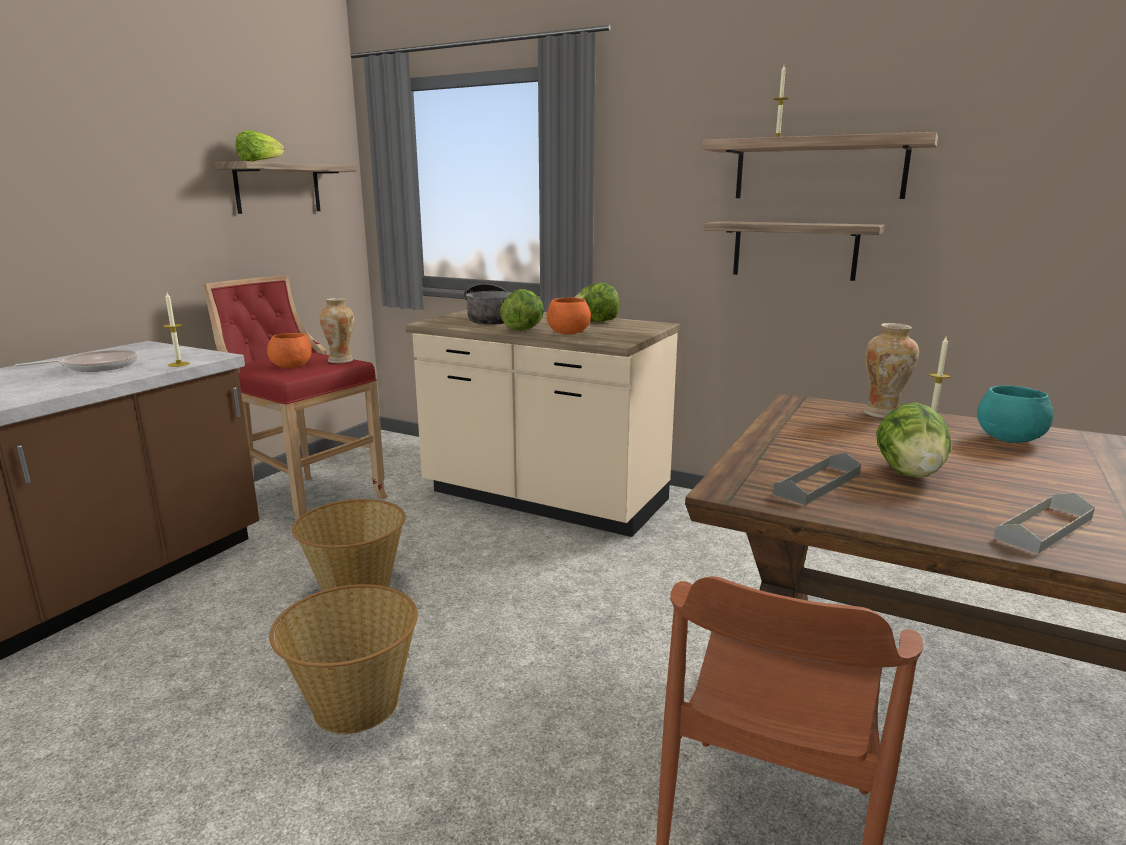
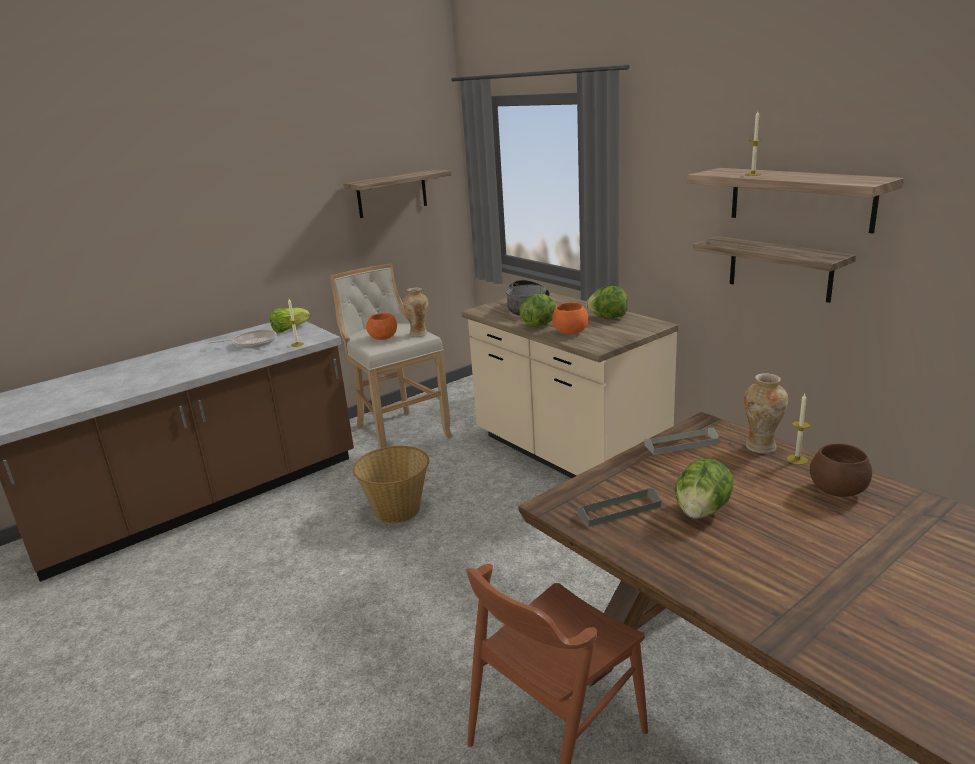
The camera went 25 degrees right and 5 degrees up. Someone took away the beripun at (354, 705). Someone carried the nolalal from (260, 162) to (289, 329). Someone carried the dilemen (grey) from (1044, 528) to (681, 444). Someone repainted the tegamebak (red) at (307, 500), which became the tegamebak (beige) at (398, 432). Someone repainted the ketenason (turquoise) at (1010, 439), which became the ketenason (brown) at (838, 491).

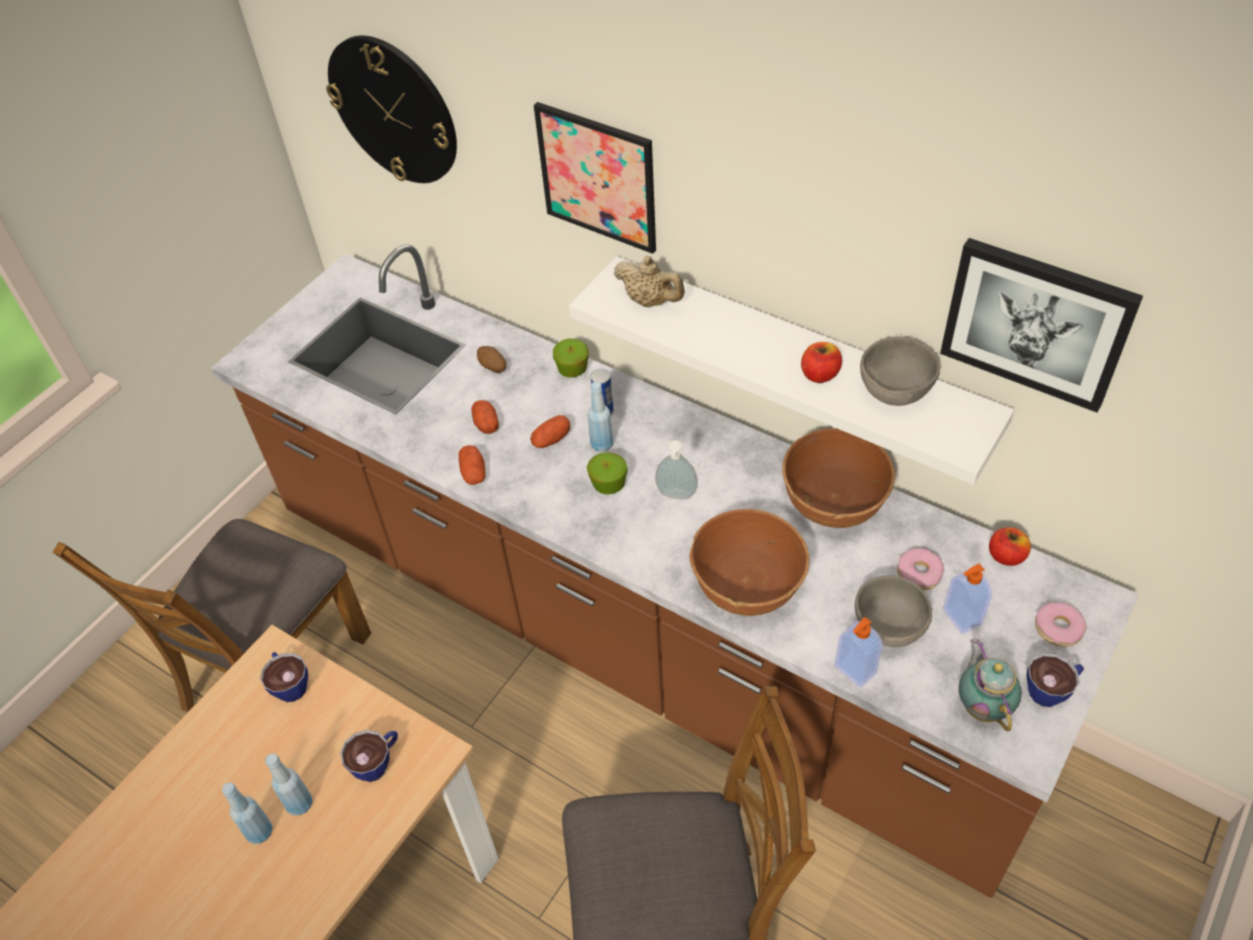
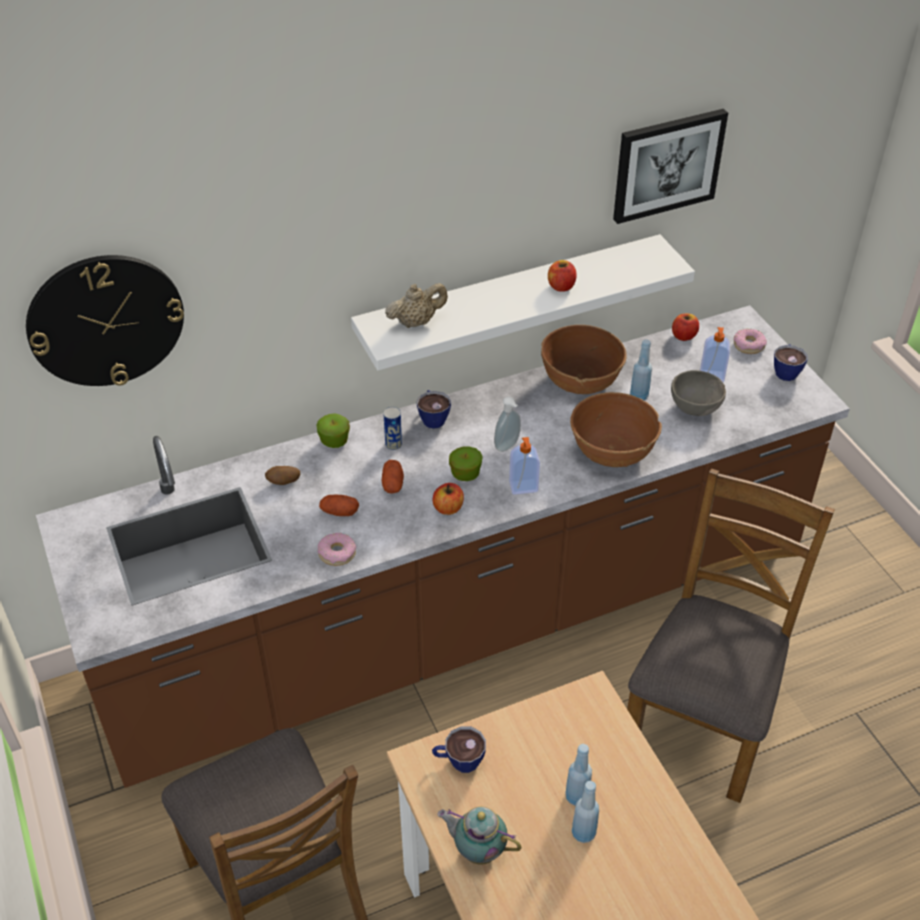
The camera went 60 degrees left and 5 degrees down. Someone took away the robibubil at (473, 472). Someone took away the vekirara at (598, 177). Someone took away the ketenason (grey) at (894, 391). Someone put down the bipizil at (448, 508). Someone carried the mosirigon from (378, 762) to (432, 417). Someone carried the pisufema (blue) from (602, 444) to (639, 396). Someone carried the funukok from (854, 671) to (523, 487). Someone carried the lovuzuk from (919, 573) to (337, 553). Someone carried the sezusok from (982, 705) to (478, 850).

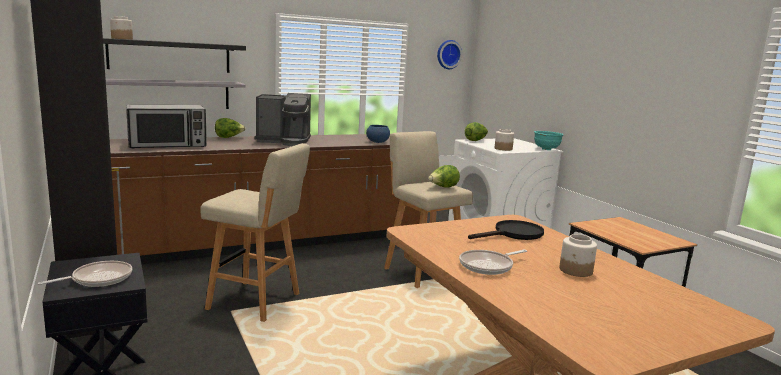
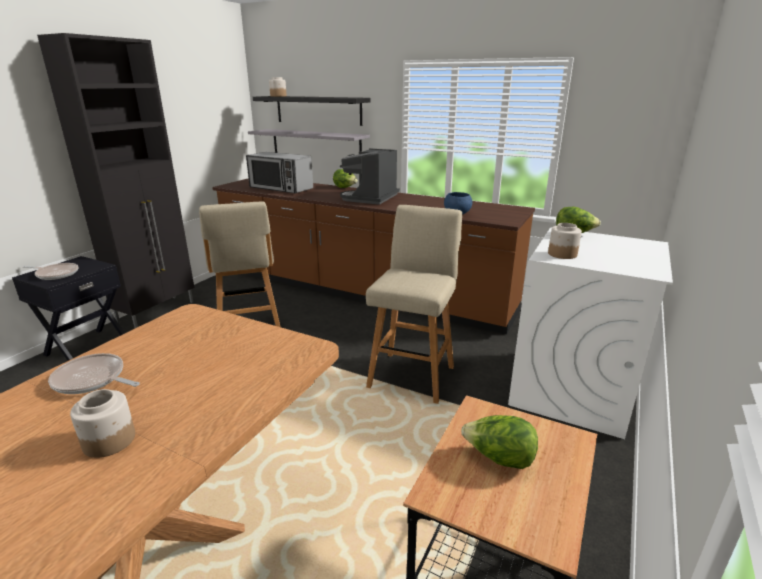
The camera went 55 degrees right and 10 degrees up. Someone took away the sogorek at (448, 54). Someone took away the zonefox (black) at (513, 234). Someone took away the ketenason (turquoise) at (547, 149). Someone carried the nolalal from (443, 187) to (499, 459). Someone rotated the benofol at (284, 141) by 60 degrees clockwise.

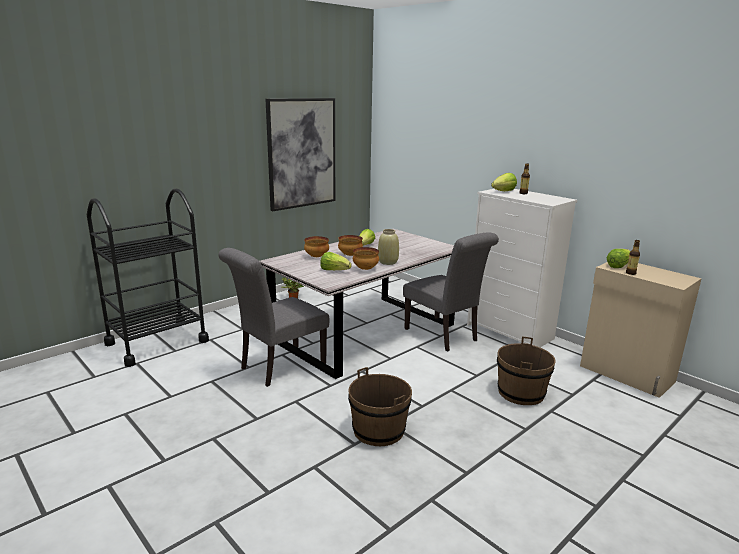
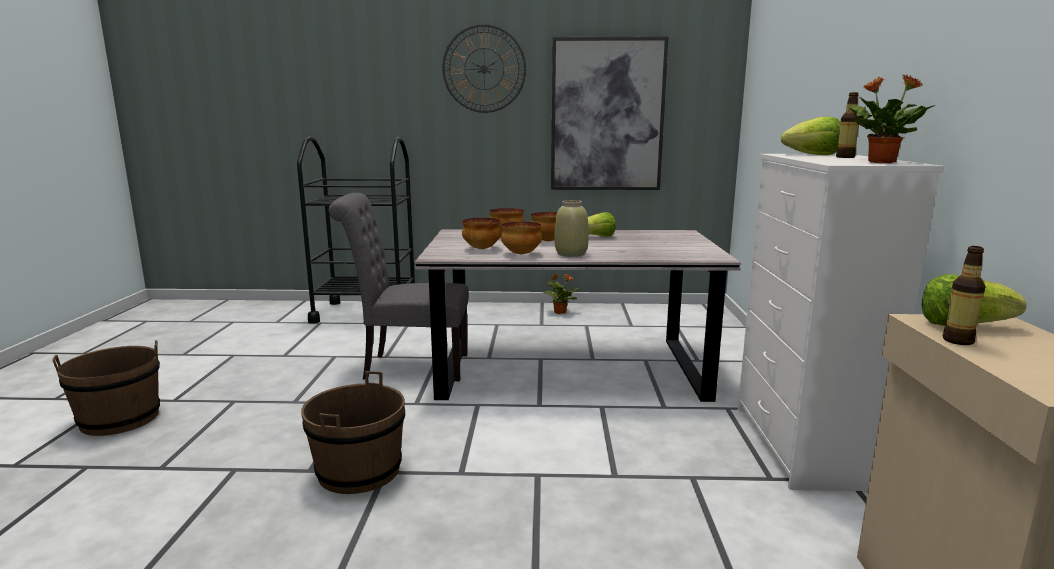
The camera went 45 degrees right and 5 degrees down. Someone took away the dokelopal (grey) at (444, 336). Someone put up the sogorek at (484, 69). Someone put down the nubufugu at (880, 162). Someone carried the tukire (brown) from (521, 393) to (120, 419). Someone swapped the nolalal at (334, 270) for the ketenason at (482, 248).

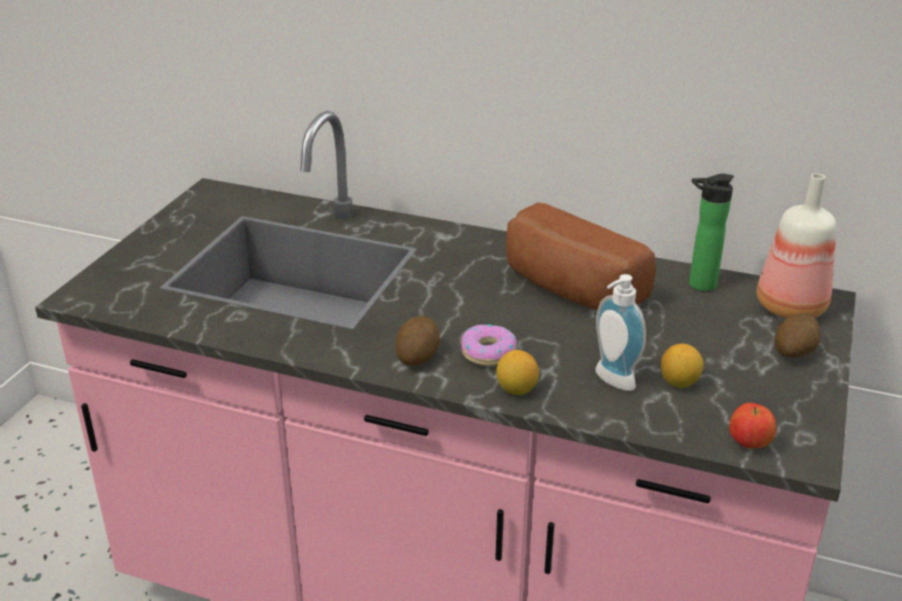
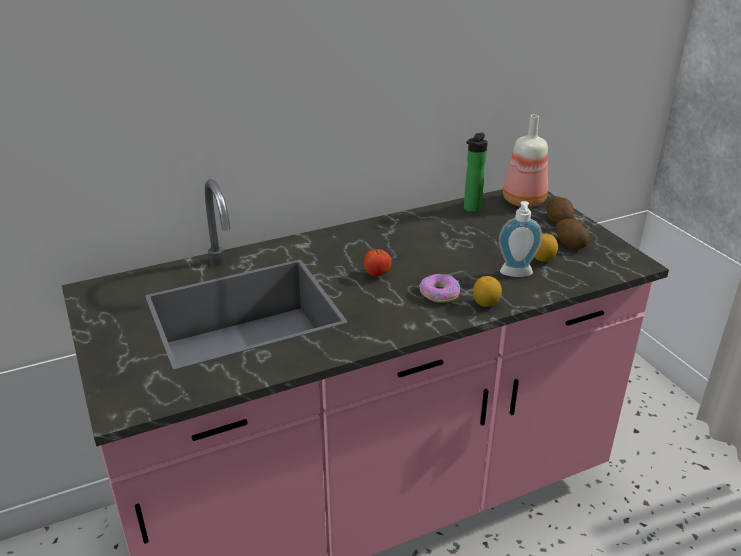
The camera went 45 degrees left and 0 degrees up. Someone took away the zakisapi at (568, 289). Someone carried the robibubil from (417, 355) to (569, 243). Someone carried the bipizil from (749, 444) to (377, 274).

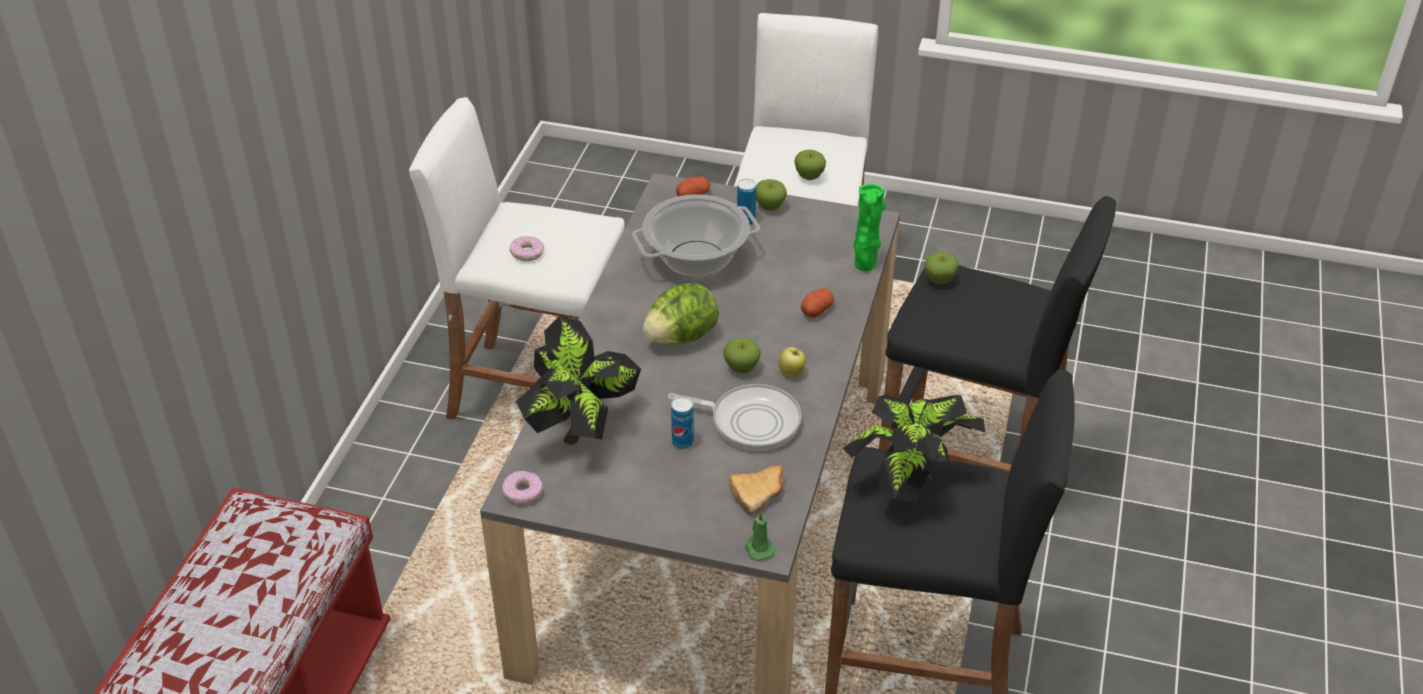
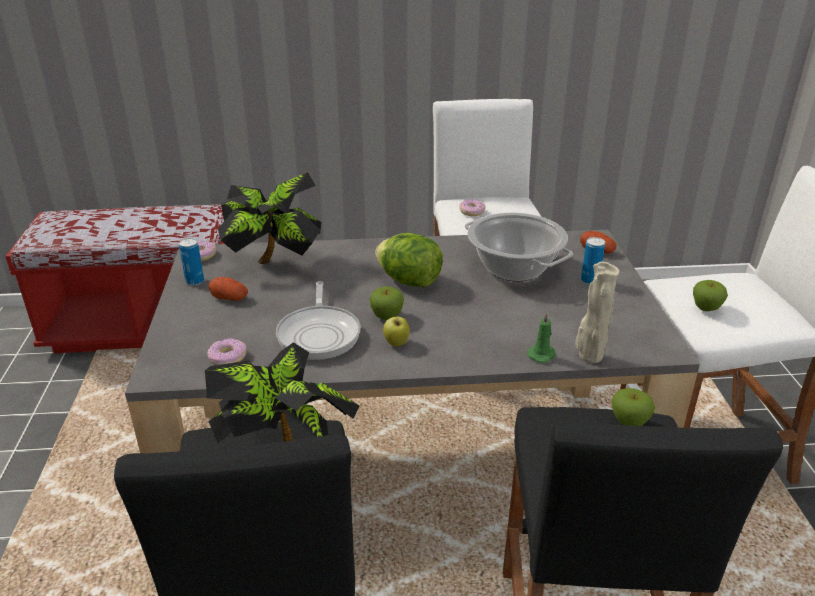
The camera went 70 degrees right and 10 degrees down. Someone took away the bipizil at (769, 207). Someone carried the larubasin from (682, 442) to (194, 281). Someone carried the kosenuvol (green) from (759, 548) to (542, 354). Someone carried the robibubil from (816, 310) to (229, 298). Someone swapped the zakisapi at (760, 493) for the lovuzuk at (227, 357). Someone repainted the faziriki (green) at (864, 265), which became the faziriki (beige) at (589, 356).

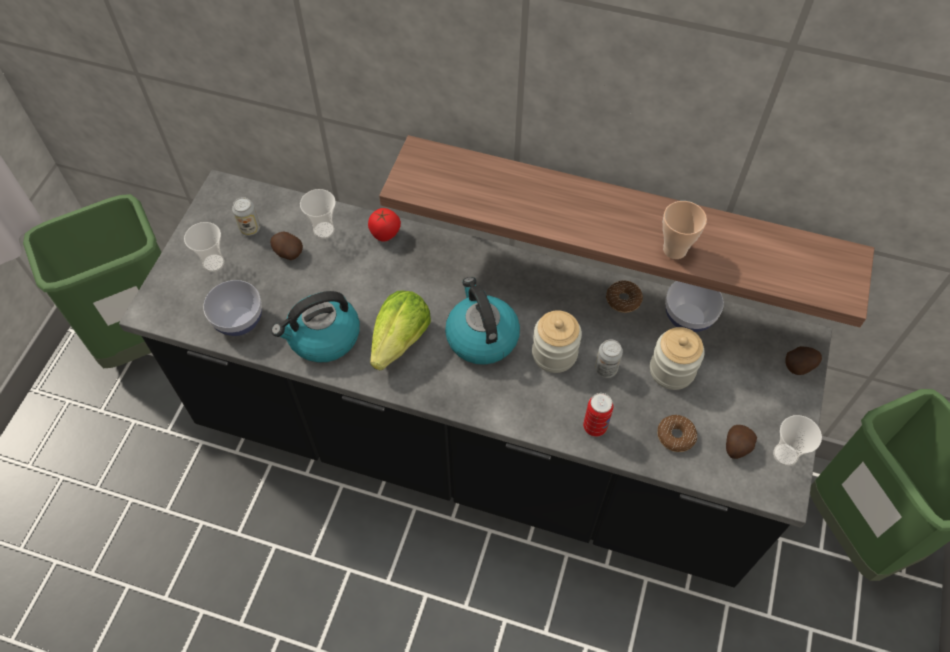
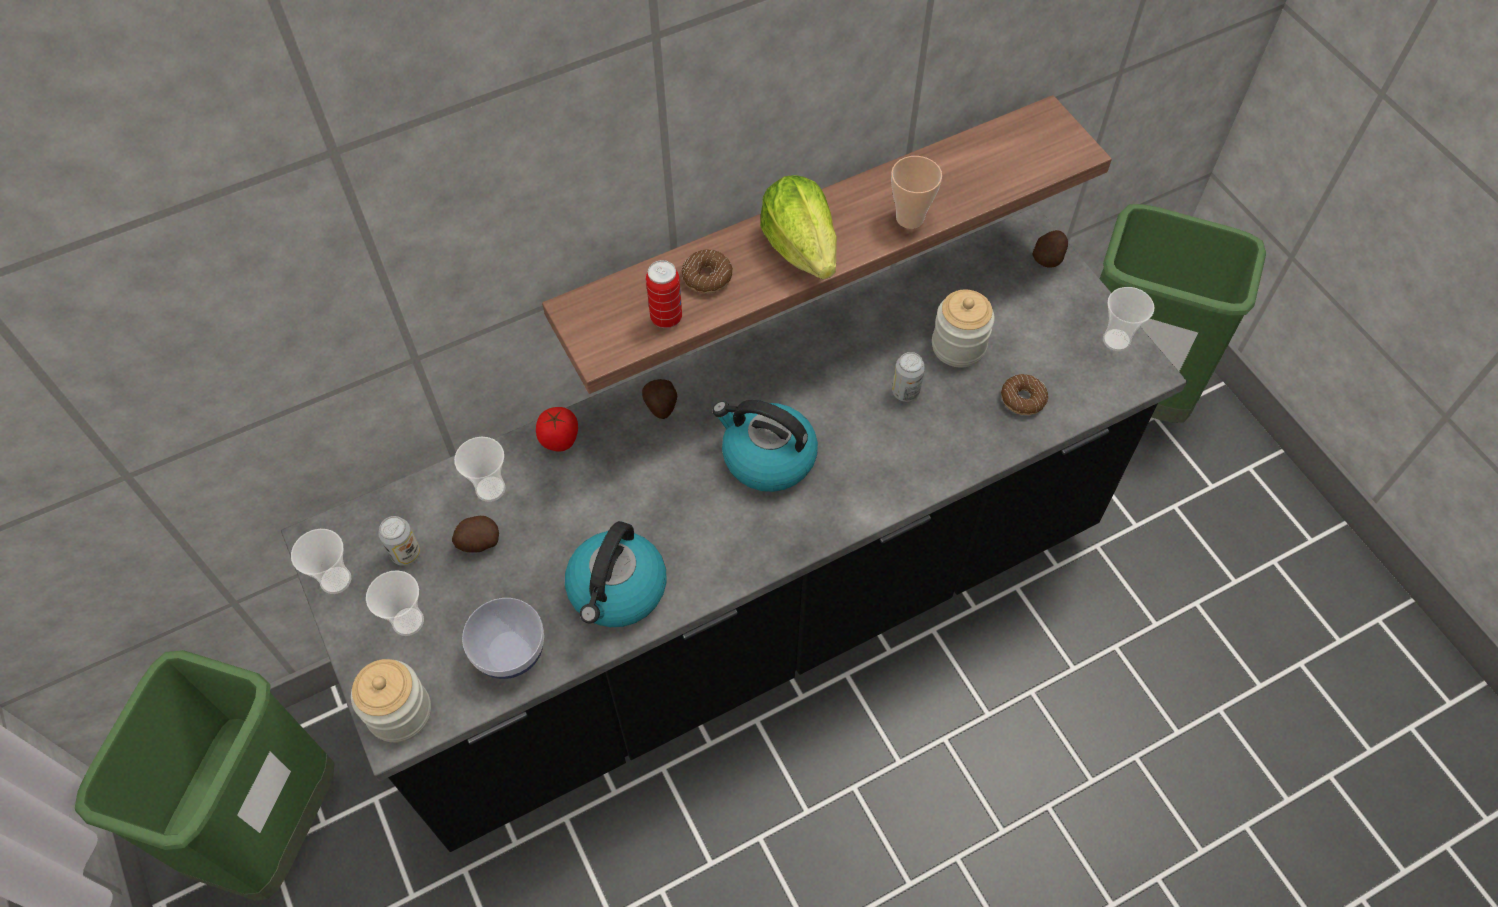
The camera went 45 degrees left and 0 degrees up. Someone took away the ketenason at (688, 317). Someone put down the mosirigon at (335, 580). Someone carried the nolalal from (400, 340) to (801, 247). Someone carried the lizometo from (554, 354) to (399, 712). Someone carried the larubasin from (595, 427) to (666, 318). Someone carried the lovuzuk from (623, 300) to (707, 277). Someone carried the robibubil from (736, 447) to (661, 406).

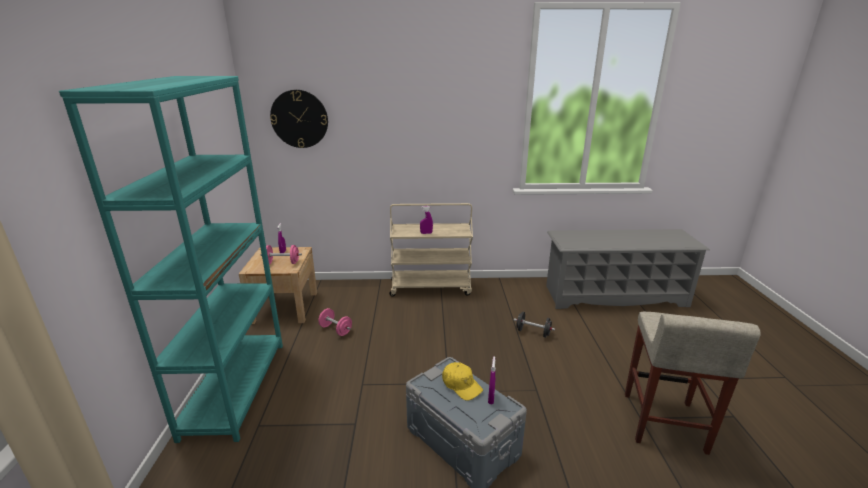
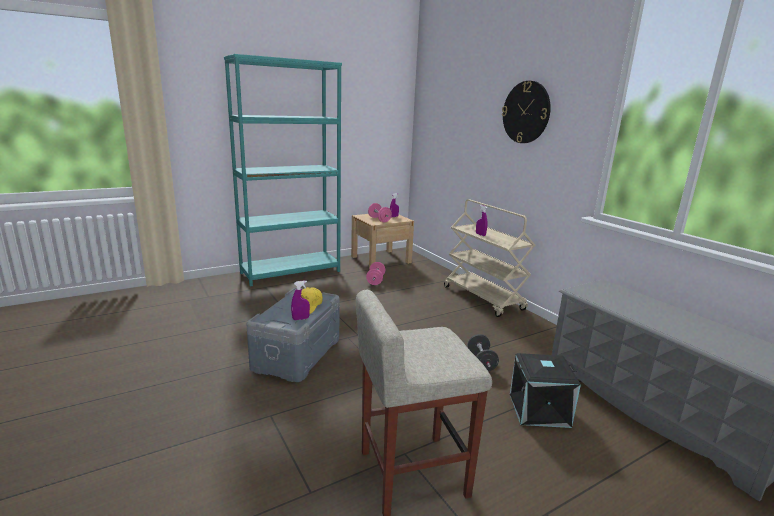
The camera went 60 degrees right and 5 degrees down. Someone put down the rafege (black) at (538, 410). Someone carried the sogorek from (299, 119) to (526, 112).

